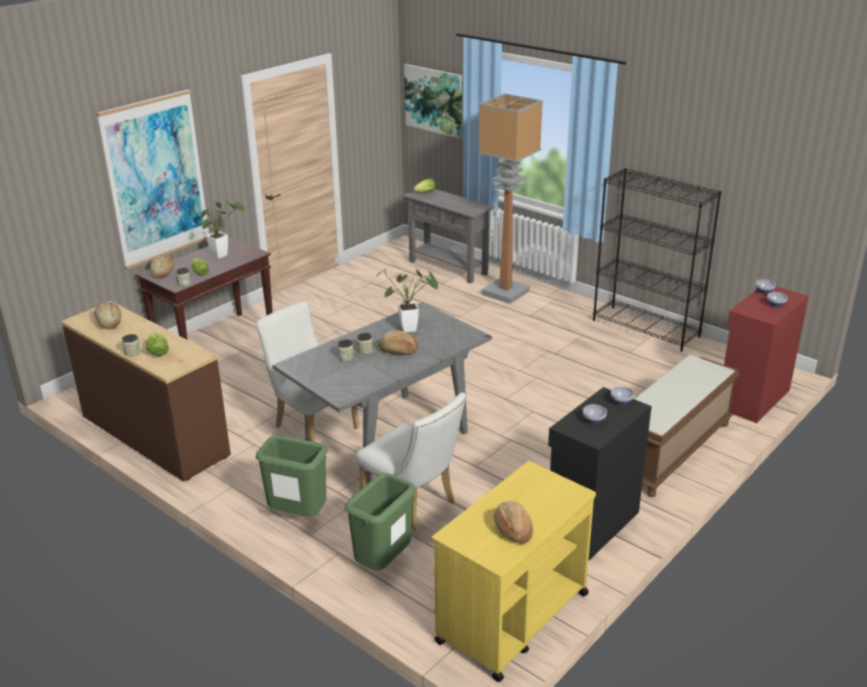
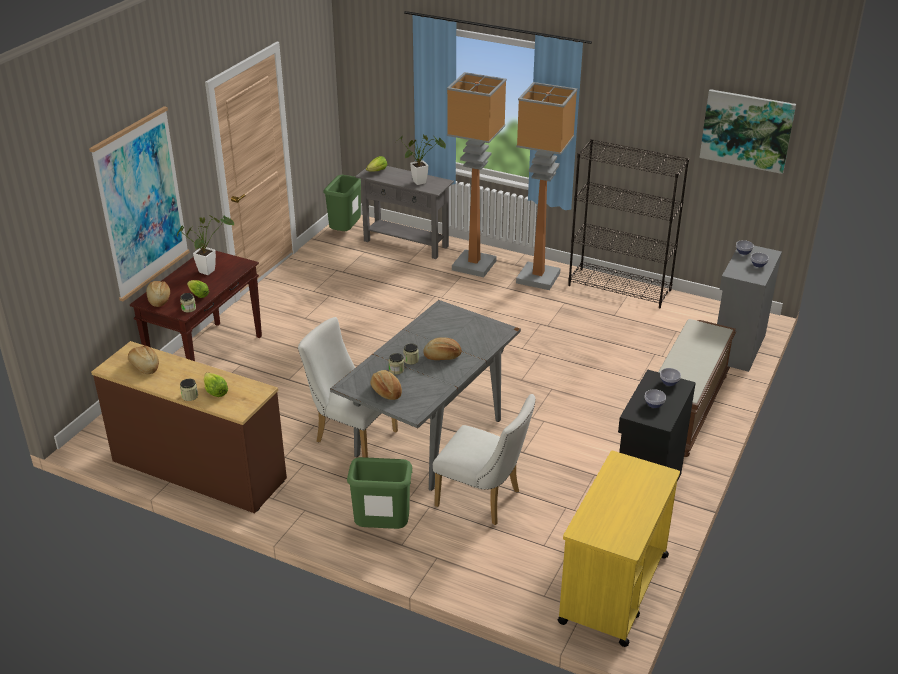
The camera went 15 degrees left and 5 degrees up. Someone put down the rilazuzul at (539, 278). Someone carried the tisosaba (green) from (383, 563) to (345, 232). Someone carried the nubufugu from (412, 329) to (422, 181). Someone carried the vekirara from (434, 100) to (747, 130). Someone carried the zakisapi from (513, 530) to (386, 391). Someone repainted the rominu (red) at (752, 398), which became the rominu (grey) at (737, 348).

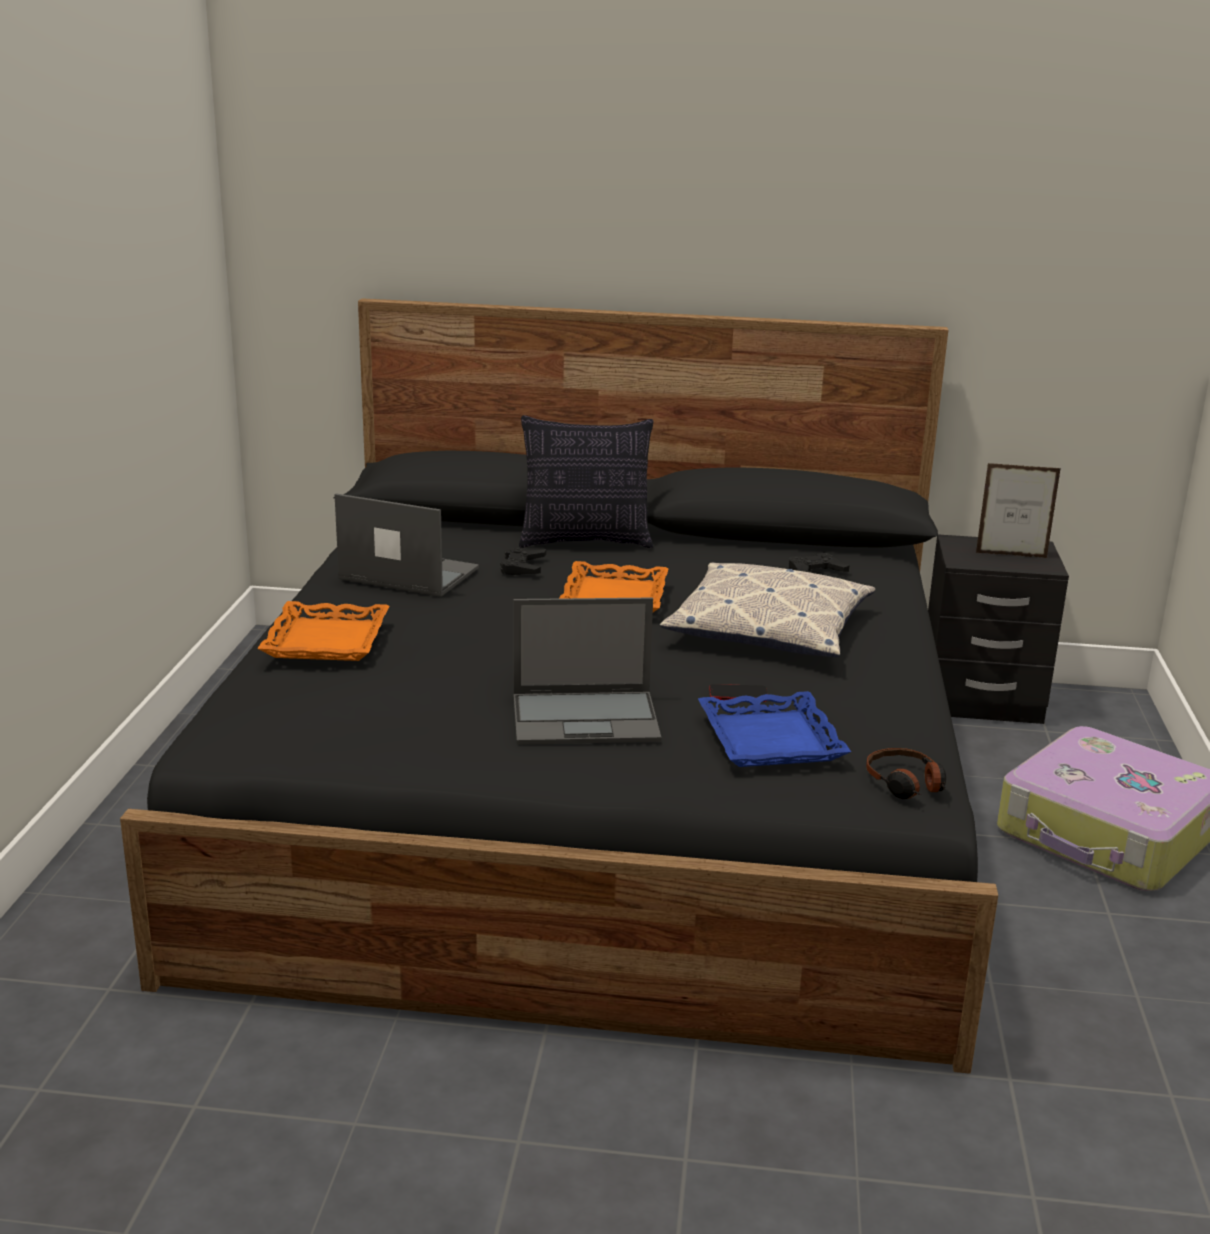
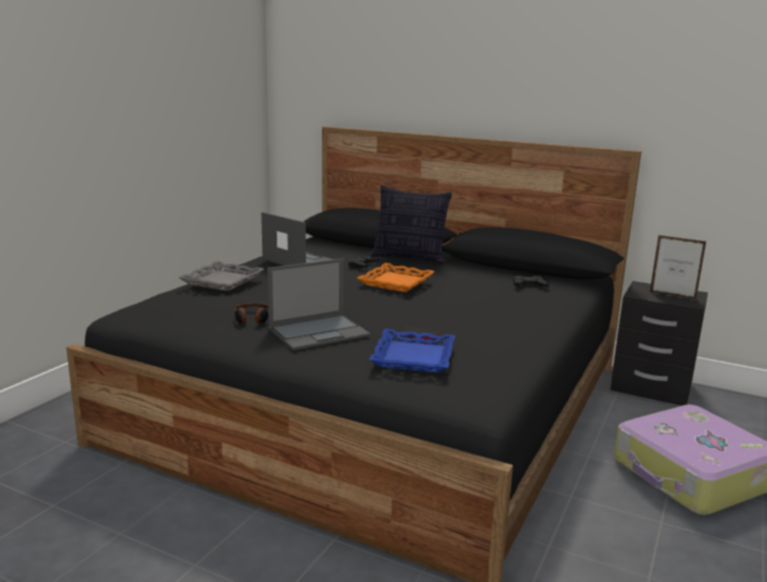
The camera went 20 degrees right and 5 degrees down. Someone took away the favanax at (769, 629). Someone carried the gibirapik from (905, 784) to (252, 319). Someone repainted the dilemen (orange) at (327, 641), which became the dilemen (grey) at (223, 281). Someone rotated the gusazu at (587, 718) by 45 degrees counterclockwise.

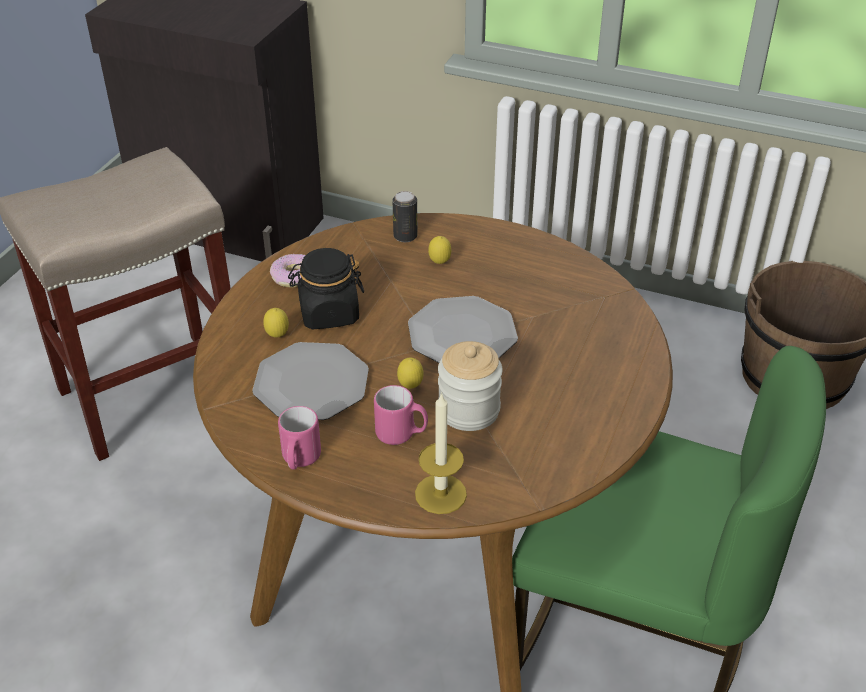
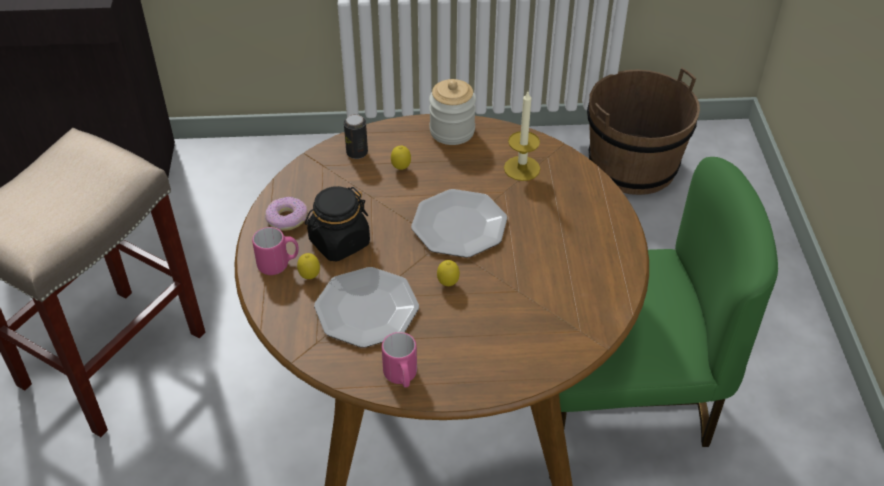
The camera went 25 degrees left and 5 degrees up. Someone carried the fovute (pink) from (401, 434) to (279, 264). Someone carried the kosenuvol from (440, 494) to (522, 168). Someone carried the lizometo from (468, 410) to (452, 131).

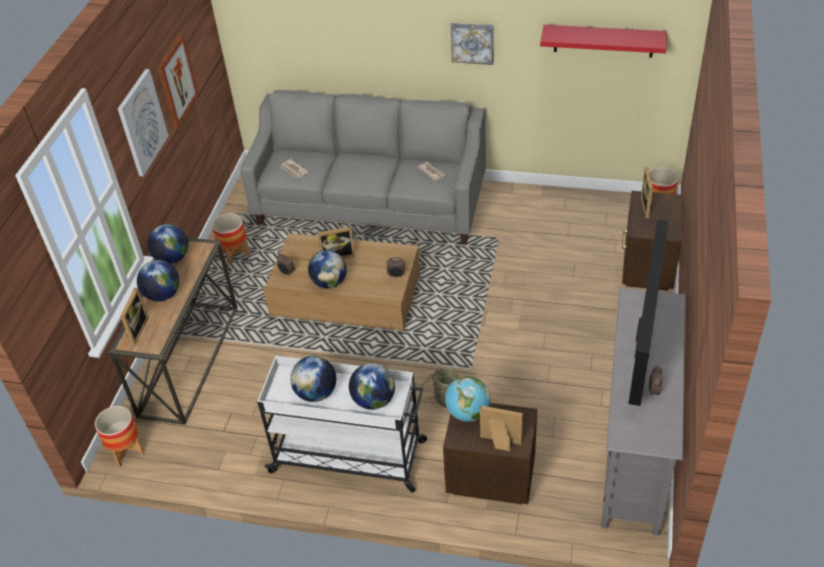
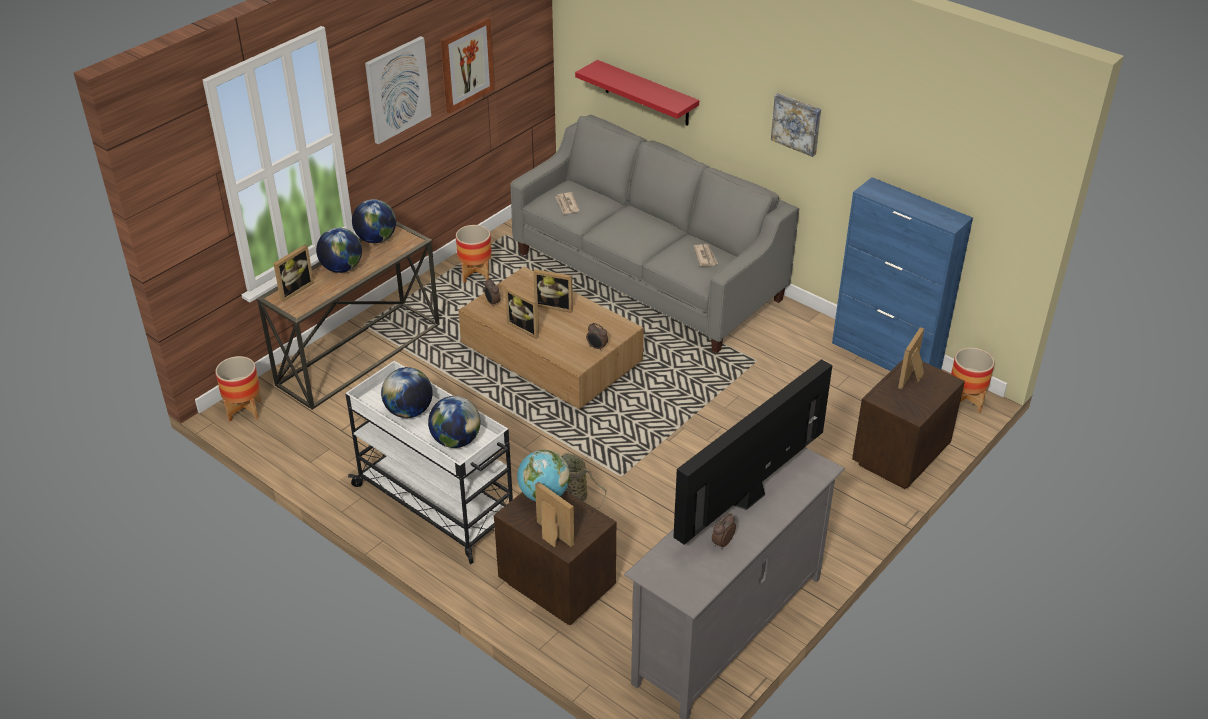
The camera went 25 degrees right and 5 degrees down. Someone put down the rominu (blue) at (886, 357). Someone carried the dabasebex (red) from (603, 41) to (646, 93). Someone swapped the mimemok at (329, 282) for the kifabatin at (526, 327).

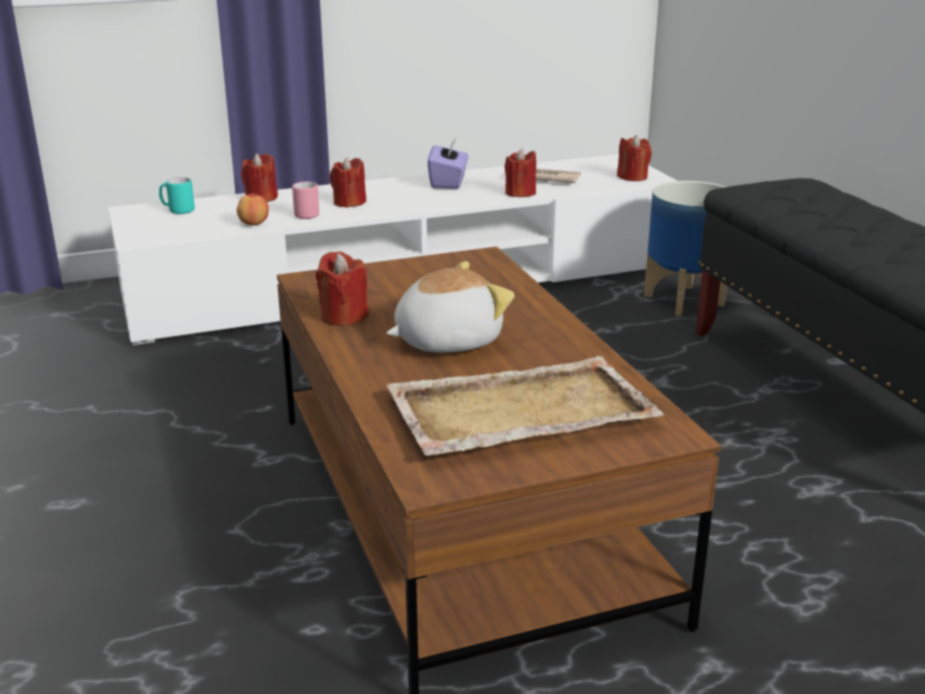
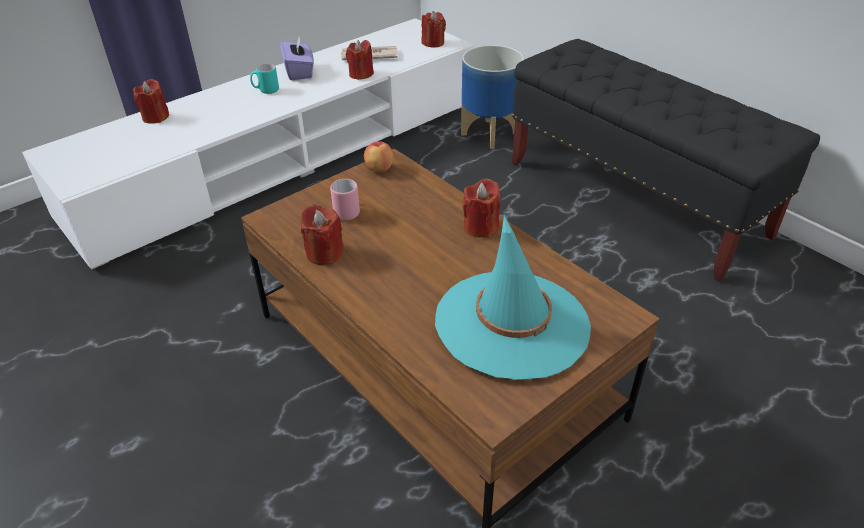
The camera went 20 degrees left and 15 degrees up. Someone took away the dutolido at (446, 340). Someone carried the fovute (turquoise) from (177, 211) to (266, 90). Someone carried the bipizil from (253, 224) to (379, 169). Someone carried the fovute (pink) from (308, 214) to (345, 211). Someone carried the kosenuvol (red) from (349, 203) to (481, 227). Someone swapped the dilemen (beige) at (518, 412) for the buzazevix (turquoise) at (512, 323).

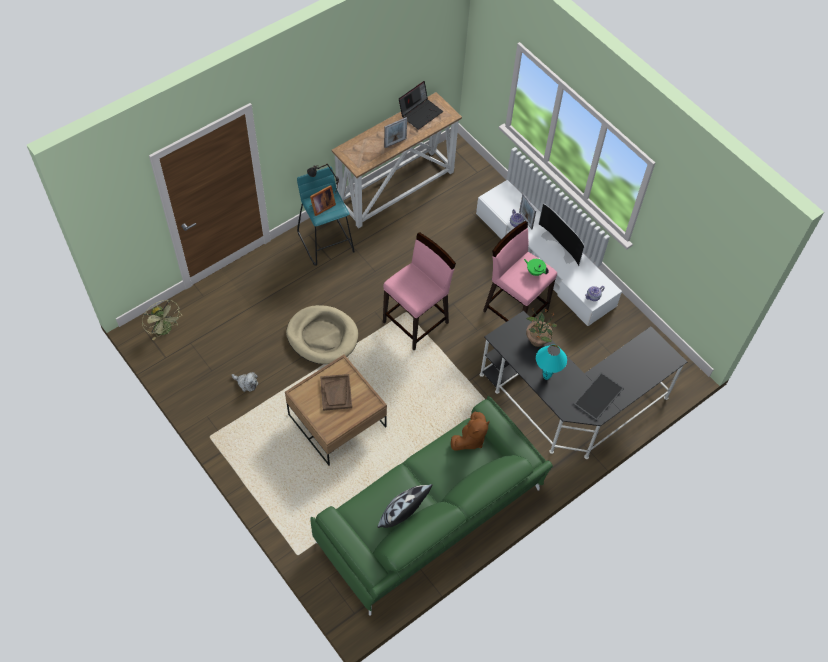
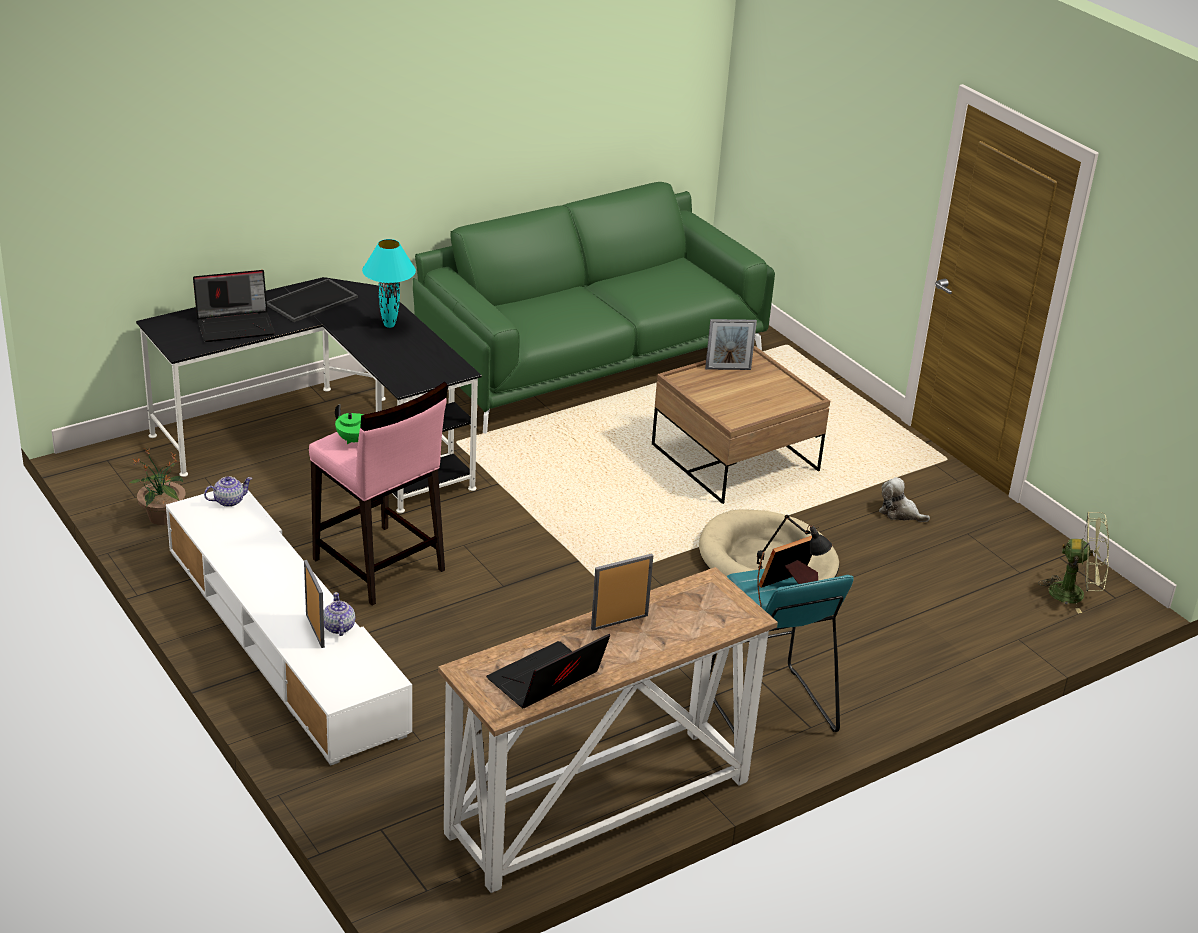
The camera went 175 degrees left and 25 degrees down. Someone took away the dilemen (brown) at (336, 393). Someone took away the favanax at (403, 514). Someone took away the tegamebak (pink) at (416, 322). Someone took away the dutolido (brown) at (470, 439). Someone took away the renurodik at (561, 245). Someone put down the gusazu at (236, 325). Someone put down the kifabatin at (728, 369). Someone carried the nubufugu from (537, 339) to (162, 517). Someone rotated the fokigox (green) at (165, 330) by 135 degrees clockwise.

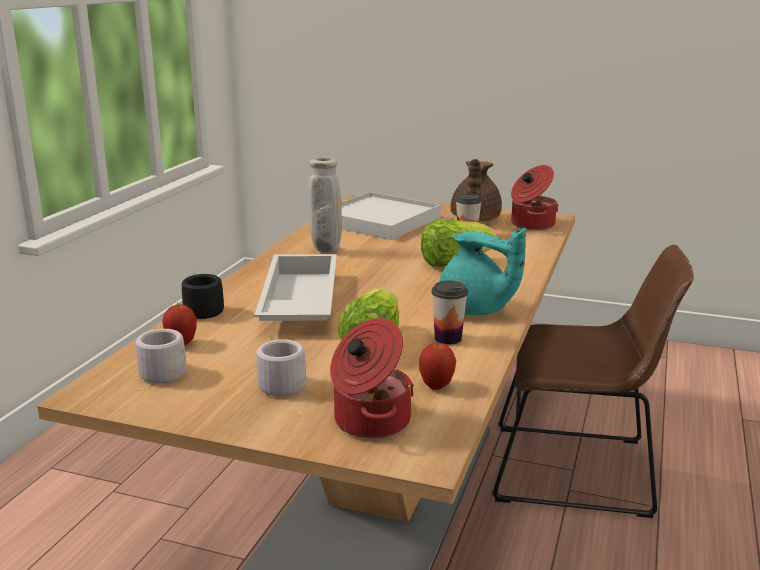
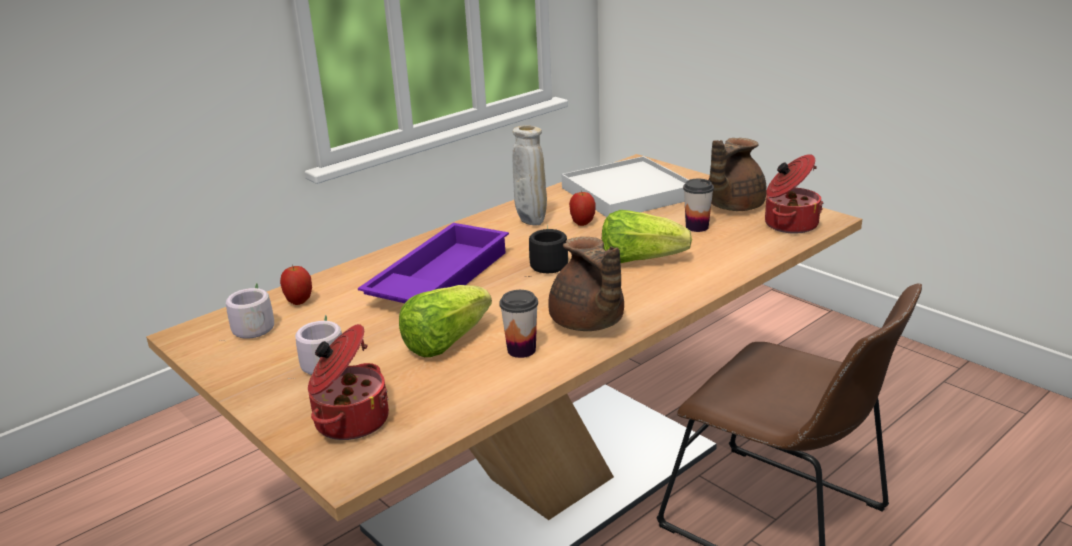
The camera went 30 degrees right and 5 degrees up. Someone carried the fovute (black) from (200, 311) to (546, 264). Someone carried the bipizil from (436, 386) to (582, 224). Someone repainted the dilemen (white) at (297, 302), which became the dilemen (purple) at (438, 278). Someone repainted the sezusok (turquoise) at (475, 310), which became the sezusok (brown) at (588, 323).

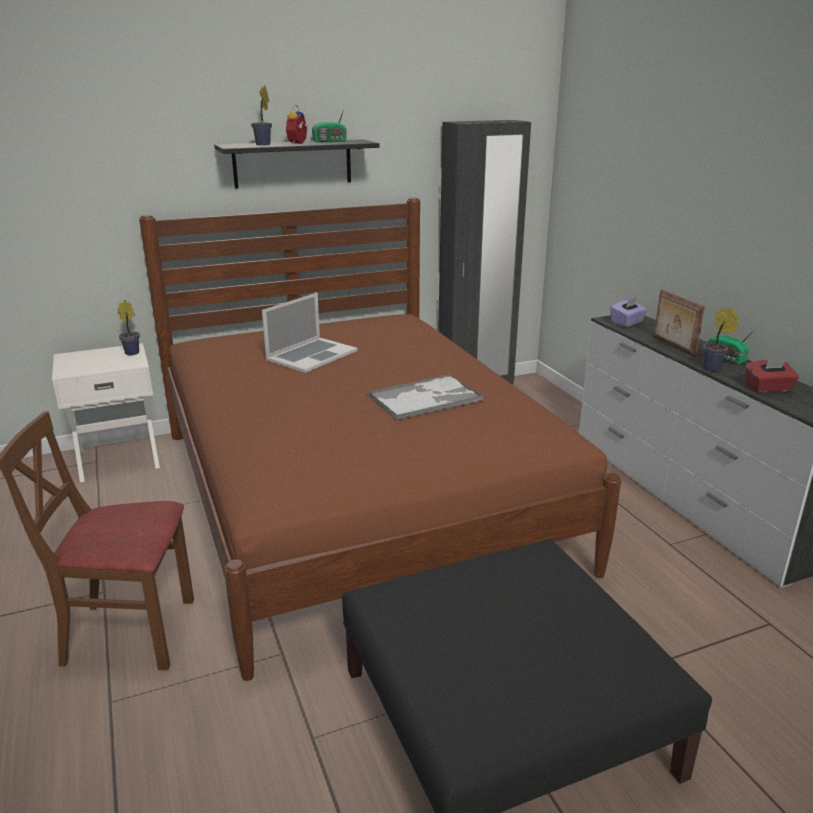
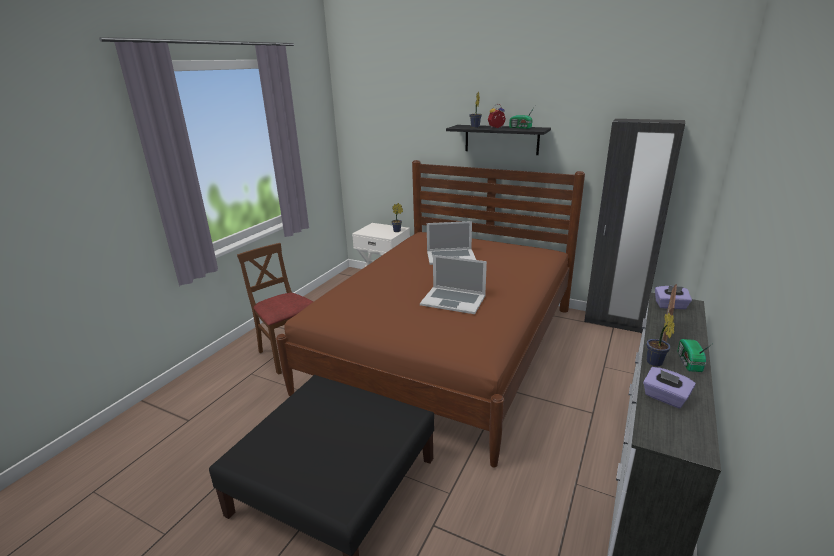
The camera went 50 degrees right and 0 degrees up. Someone swapped the dilemen at (426, 398) for the gusazu at (453, 300). Someone repainted the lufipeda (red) at (768, 388), which became the lufipeda (purple) at (665, 397).

